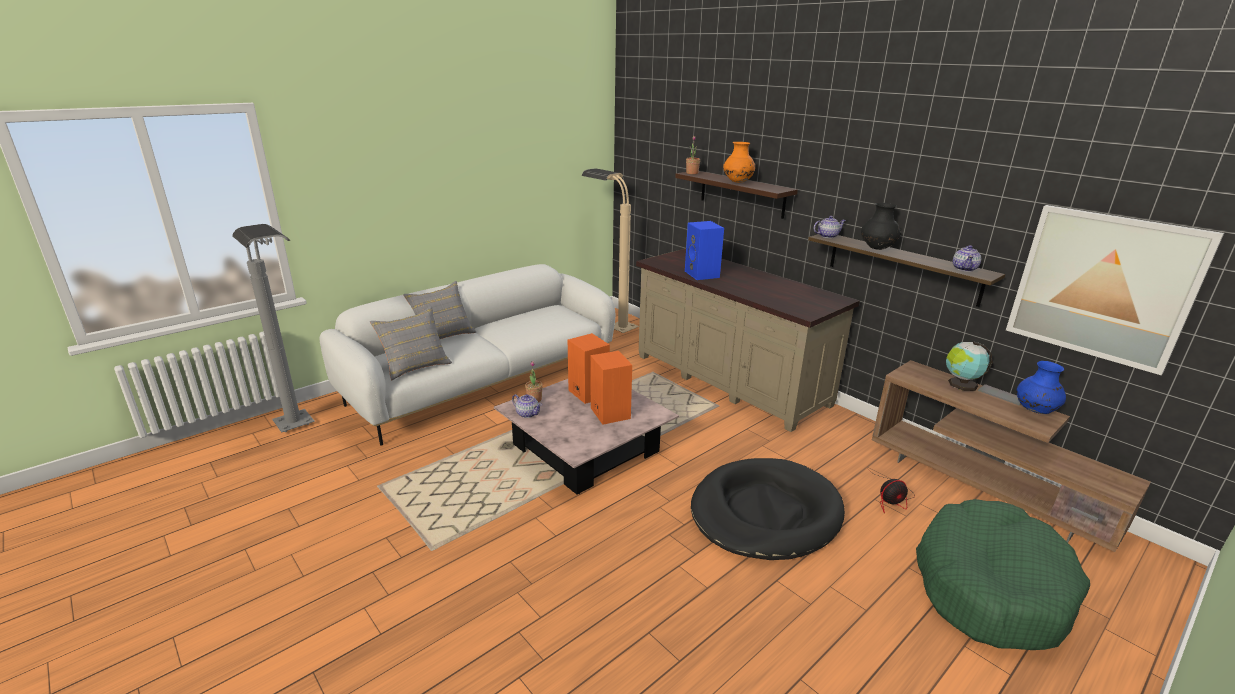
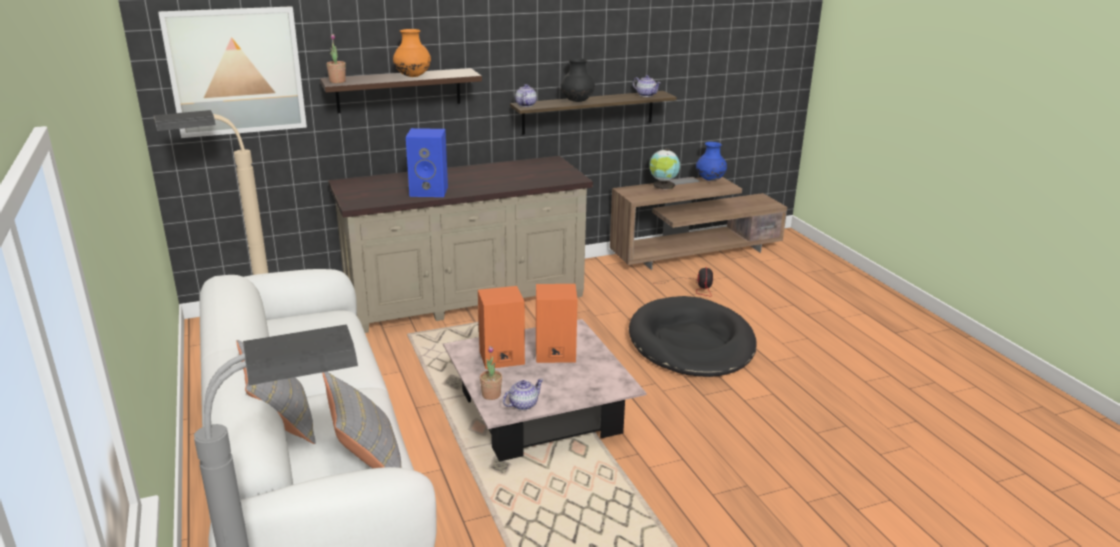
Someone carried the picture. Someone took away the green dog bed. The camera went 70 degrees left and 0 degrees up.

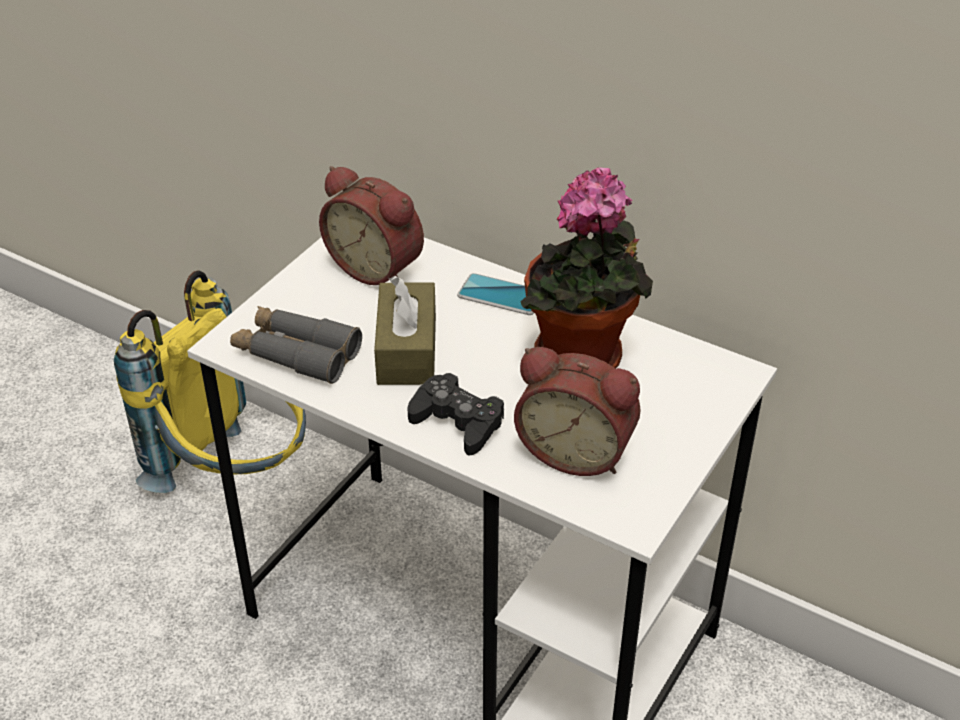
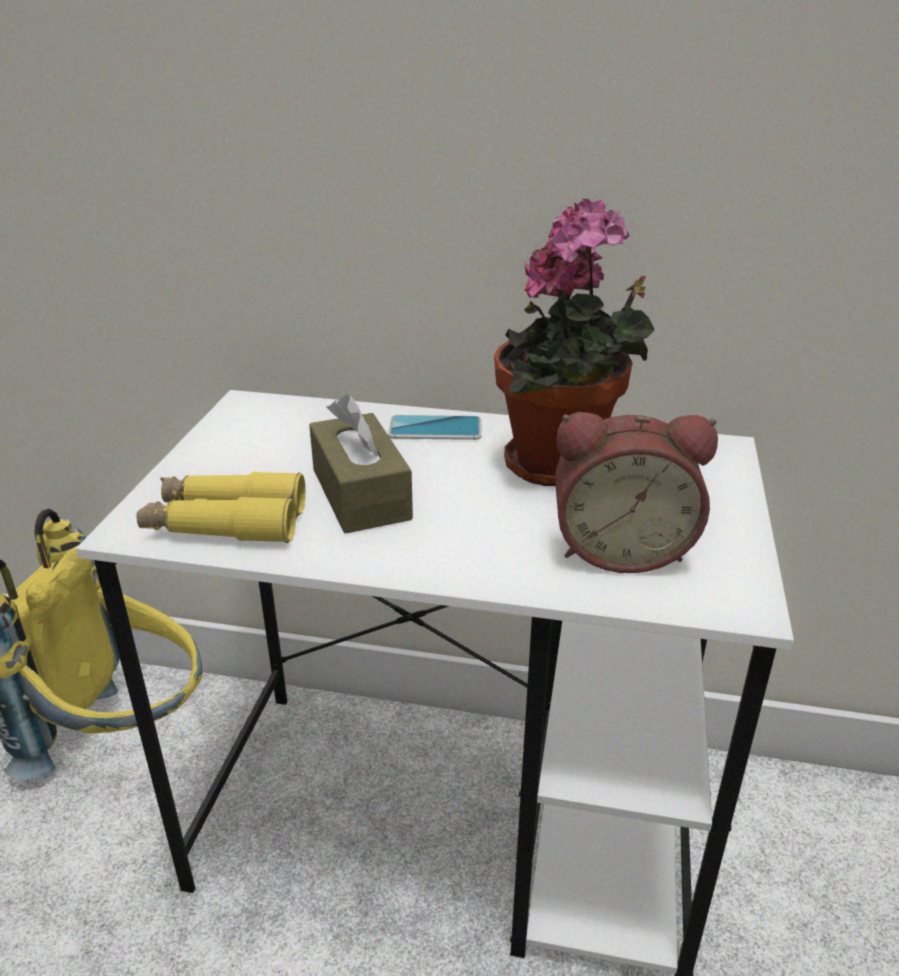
Someone took away the alarm clock (no. 1 from left). Someone repainted the grey binoculars, which became the yellow binoculars. Someone took away the black game controller. The camera went 20 degrees left and 10 degrees down.

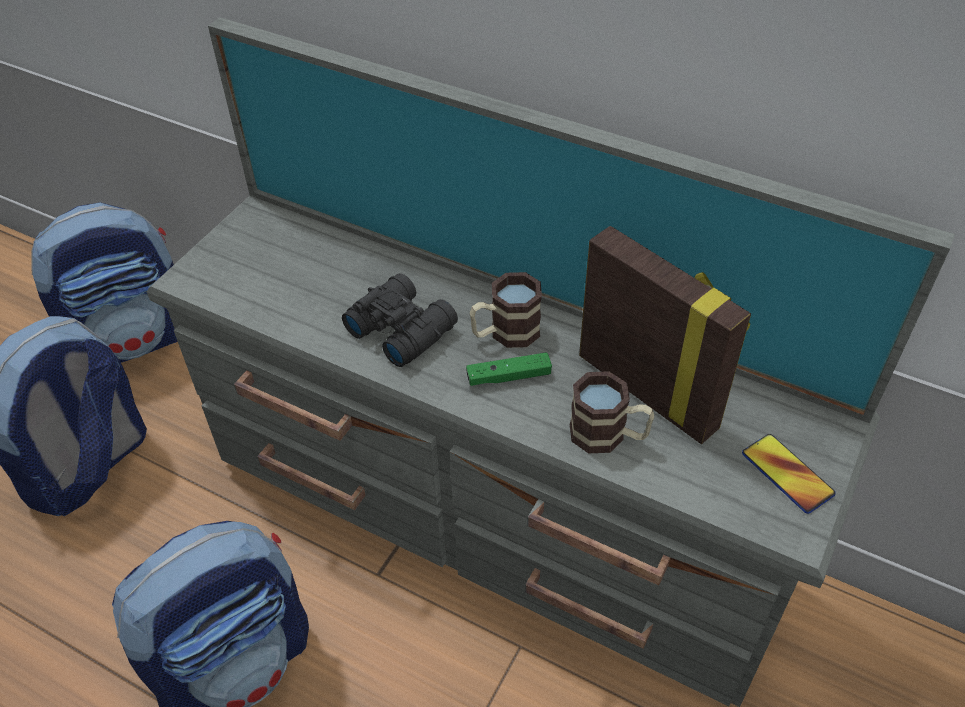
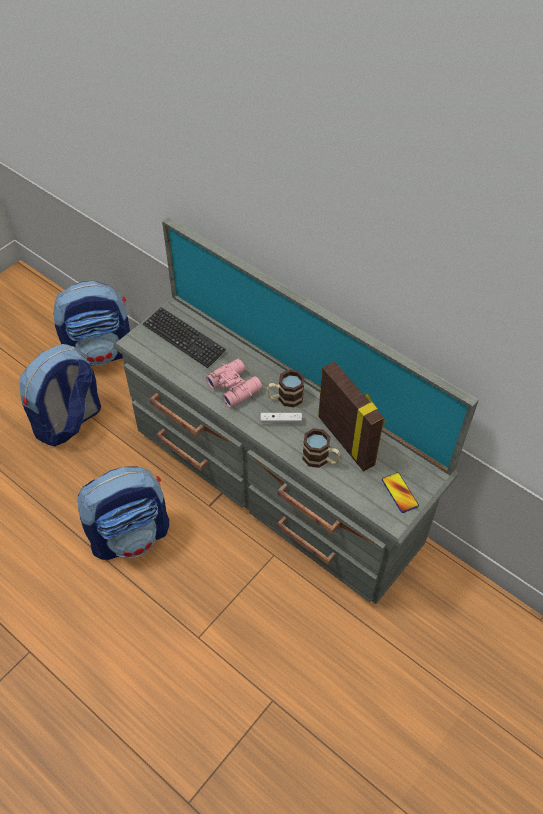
Someone repainted the black binoculars, which became the pink binoculars. Someone repainted the green game controller, which became the white game controller. Someone put down the keyboard. The camera went 10 degrees right and 5 degrees up.

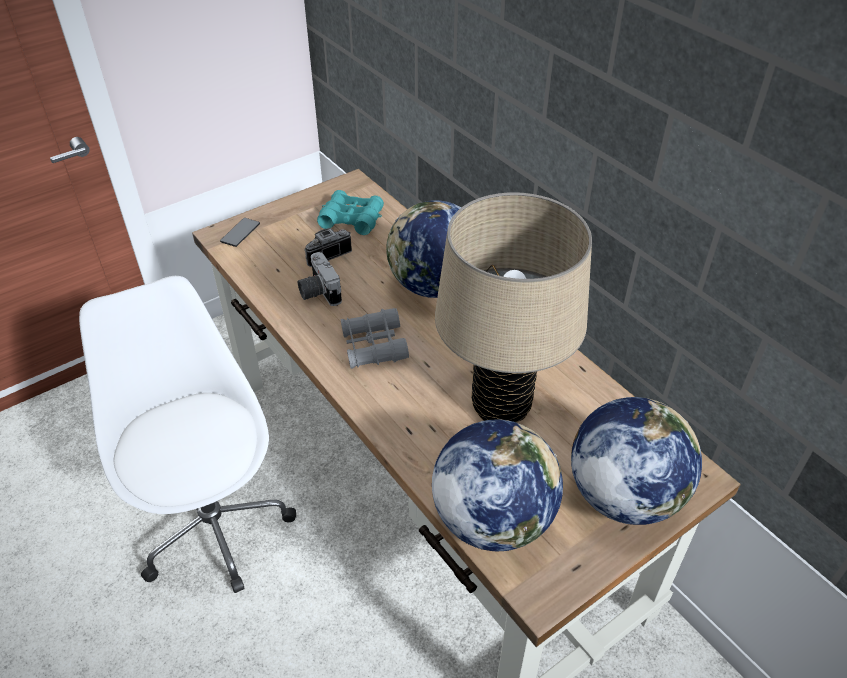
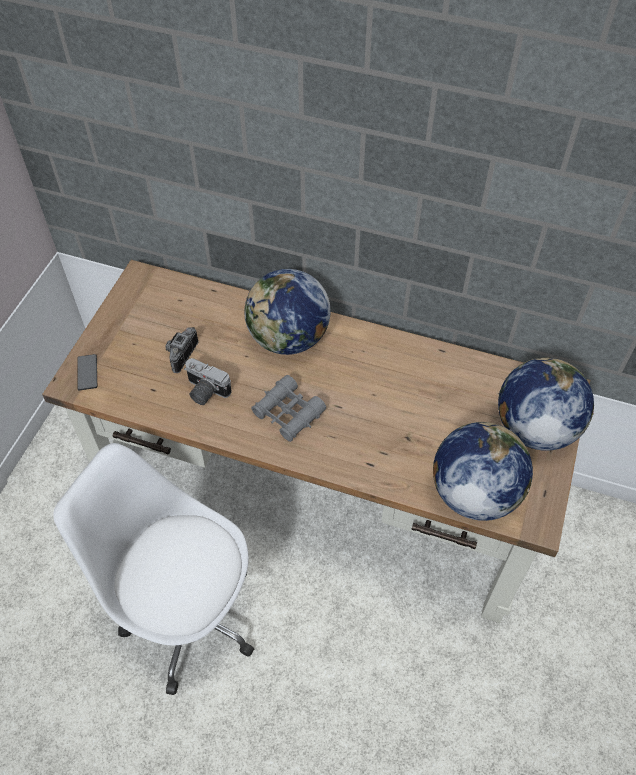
Someone took away the turquoise binoculars. Someone took away the beige table lamp. The camera went 35 degrees left and 10 degrees up.

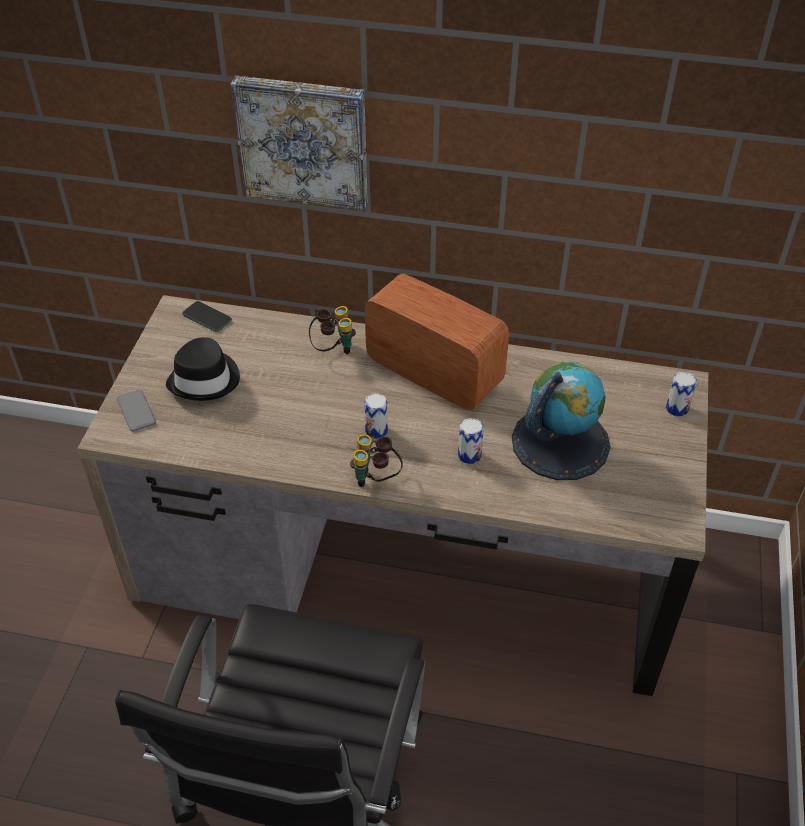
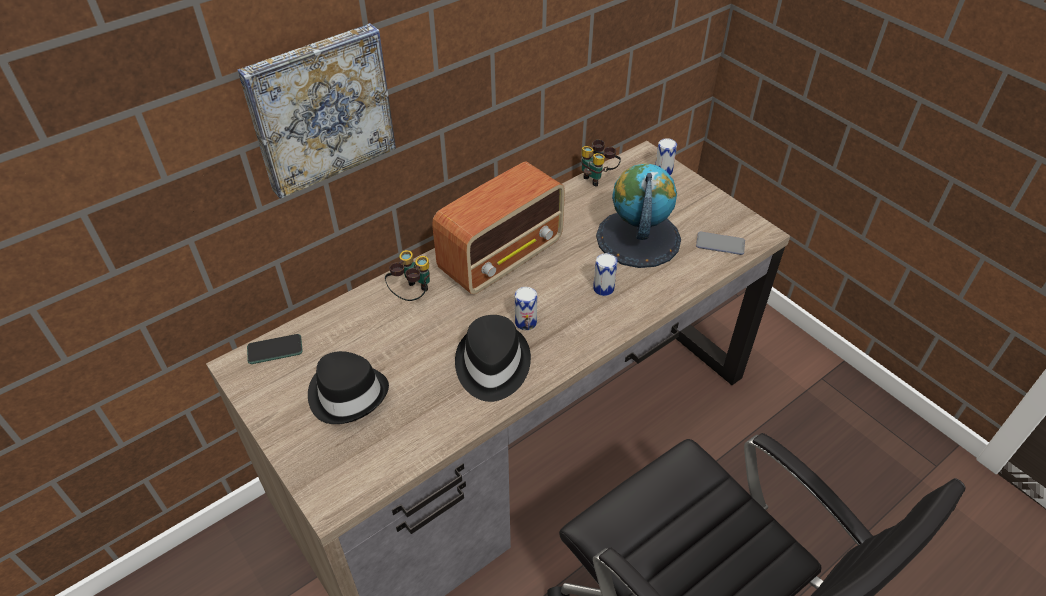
Someone rotated the radio by 150 degrees clockwise. Someone carried the phone (no. 1 from left in the first image). Someone carried the binoculars (no. 2 from left). Someone put down the black hat (no. 2 from left). The camera went 50 degrees left and 0 degrees up.

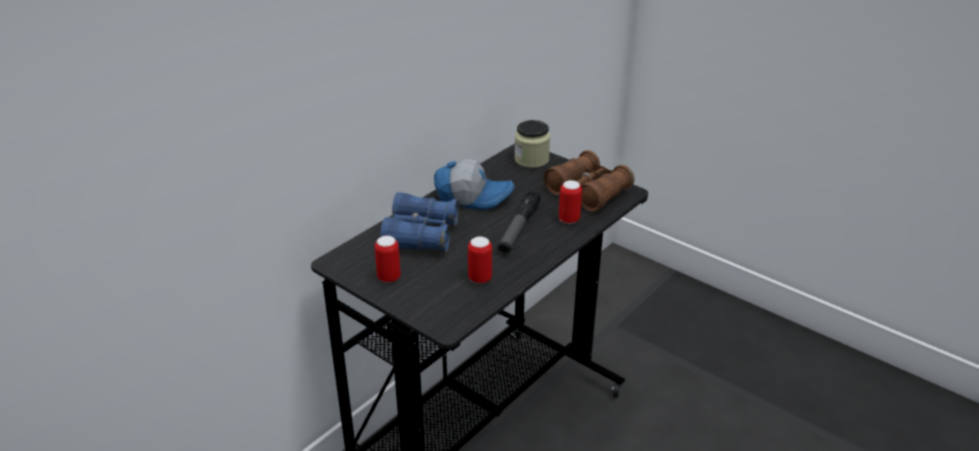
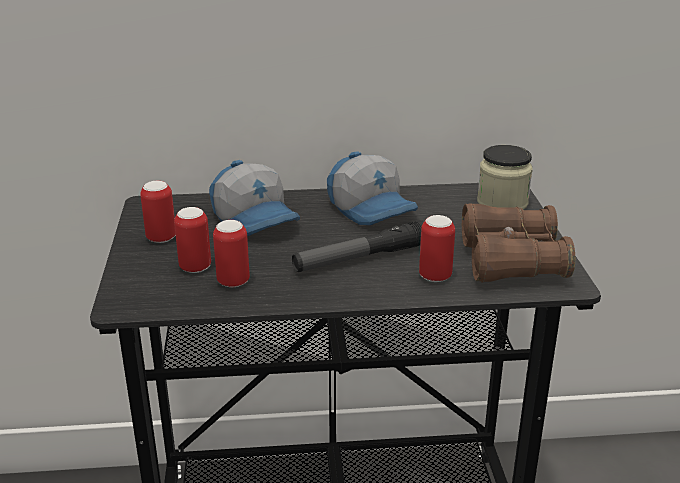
Someone swapped the blue binoculars for the cap (no. 1 from left). Someone put down the can (no. 2 from left). The camera went 45 degrees right and 5 degrees down.

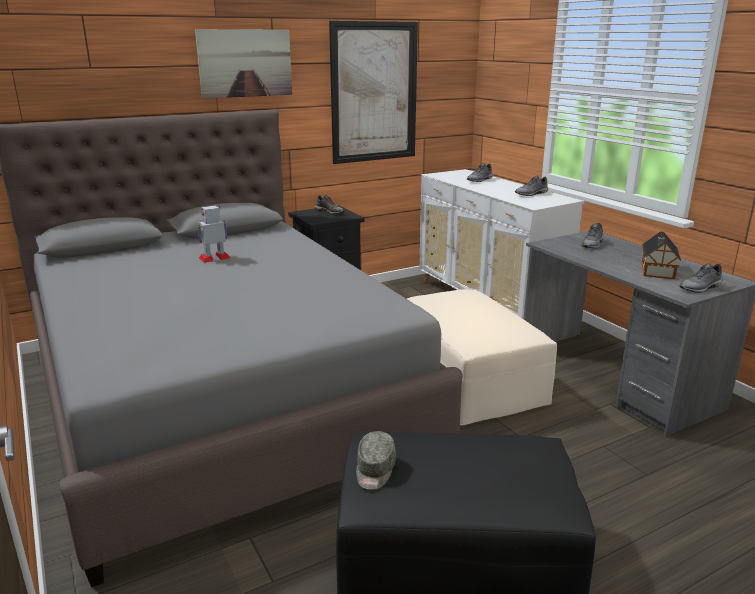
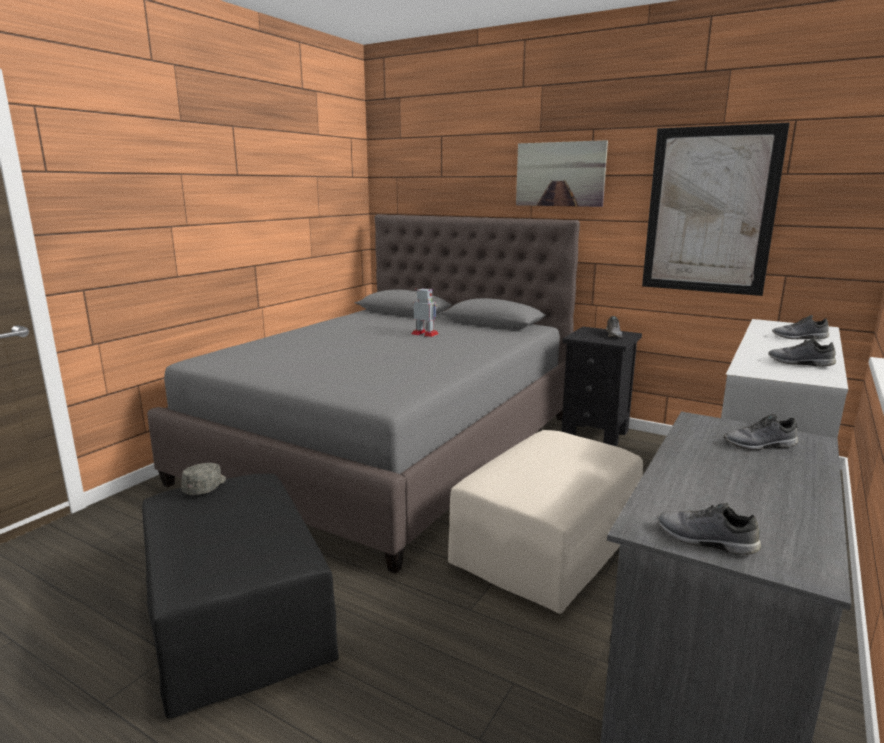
Someone took away the toy house. Someone rotated the grey cap by 120 degrees clockwise. The camera went 60 degrees right and 5 degrees down.

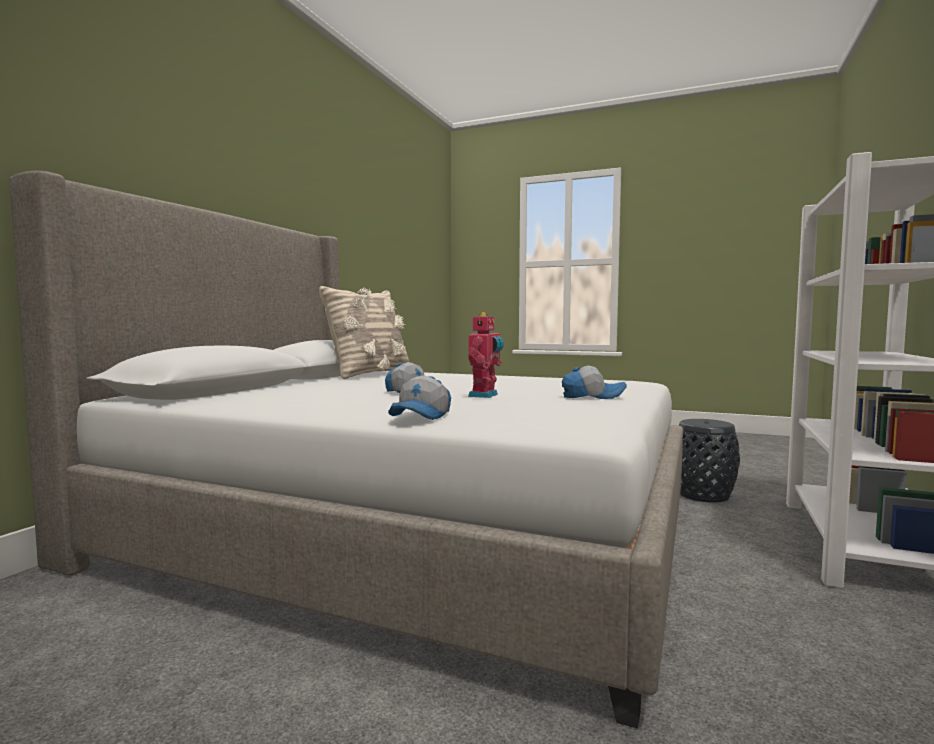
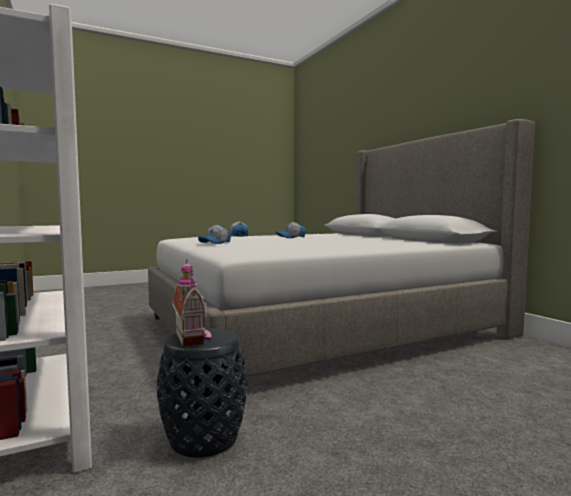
Someone took away the beige pillow. Someone took away the toy robot. Someone put down the toy house. The camera went 130 degrees right and 0 degrees up.

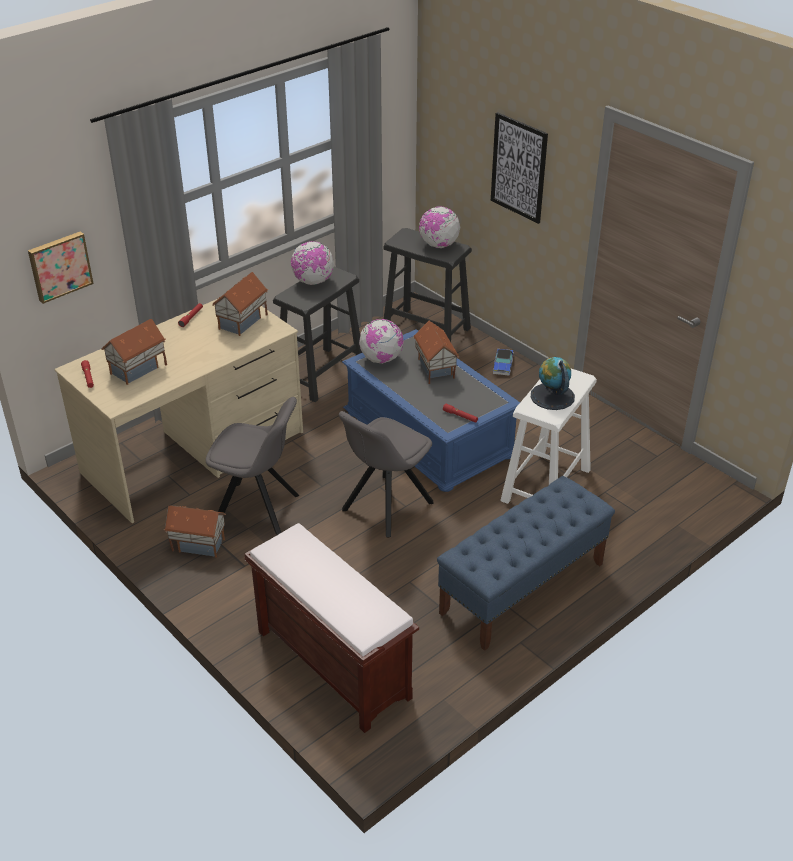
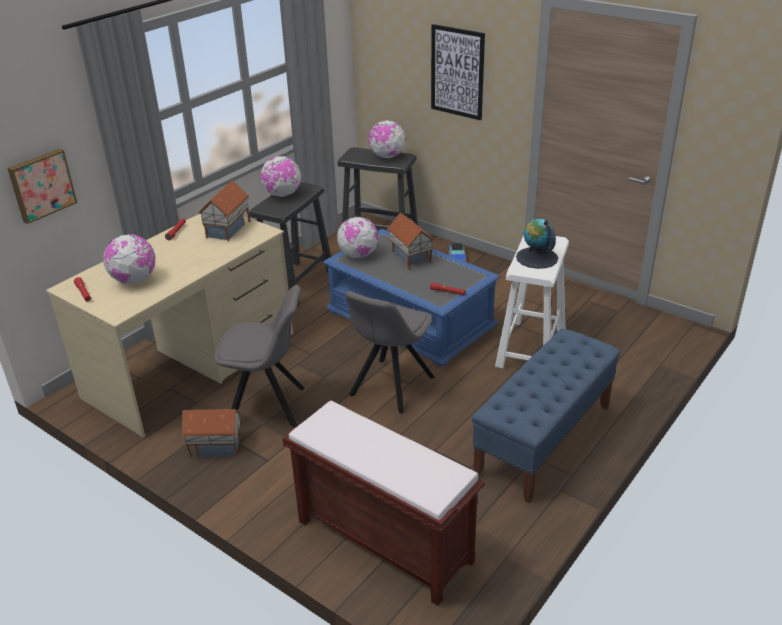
Someone swapped the toy house (no. 1 from left) for the globe (no. 1 from left). The camera went 10 degrees left and 5 degrees down.

